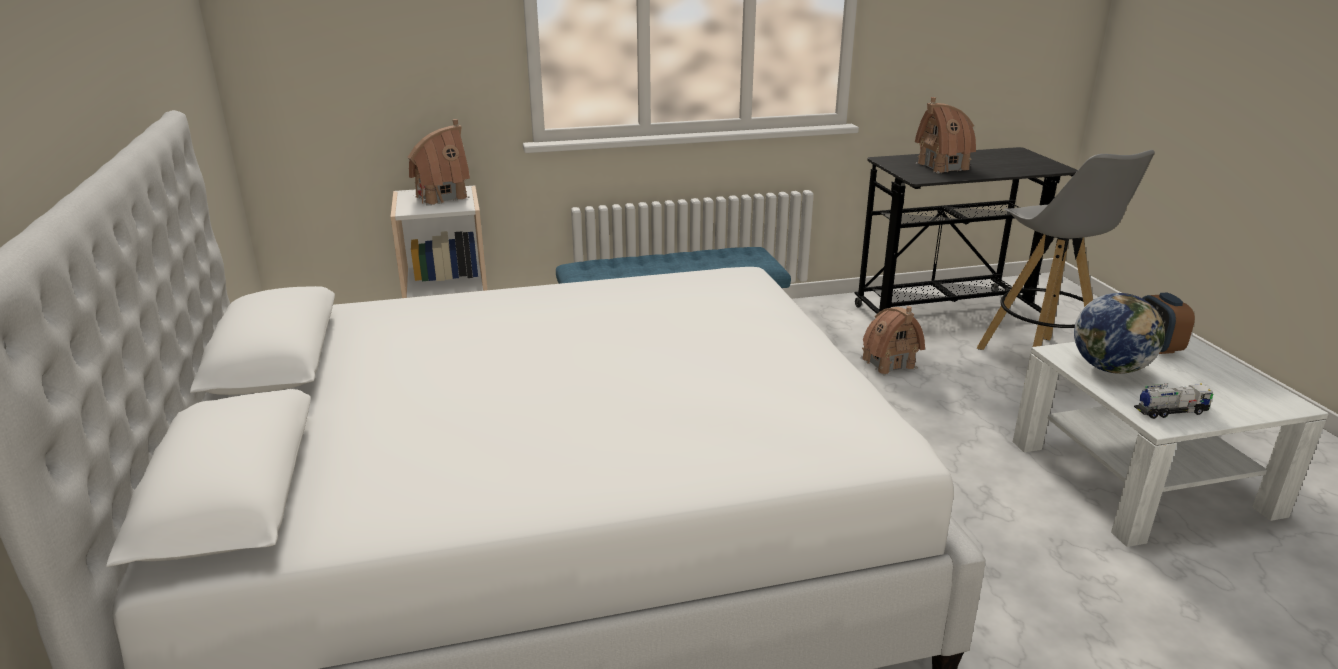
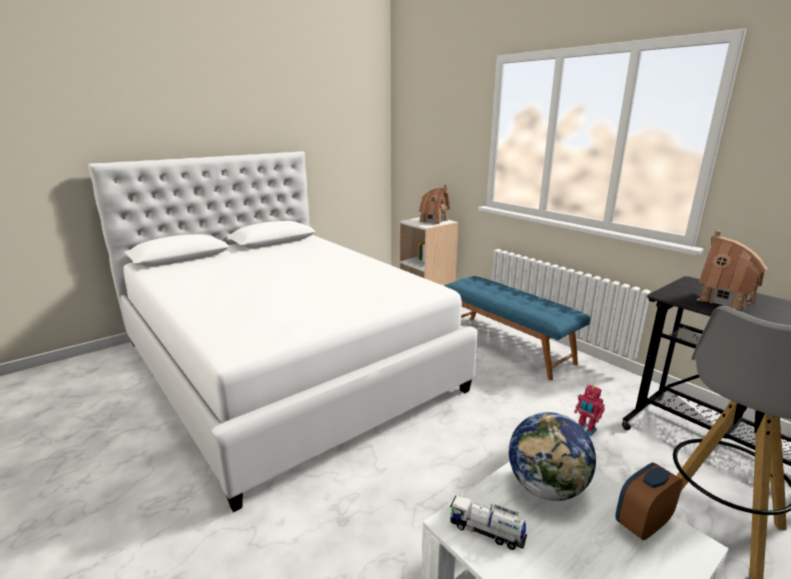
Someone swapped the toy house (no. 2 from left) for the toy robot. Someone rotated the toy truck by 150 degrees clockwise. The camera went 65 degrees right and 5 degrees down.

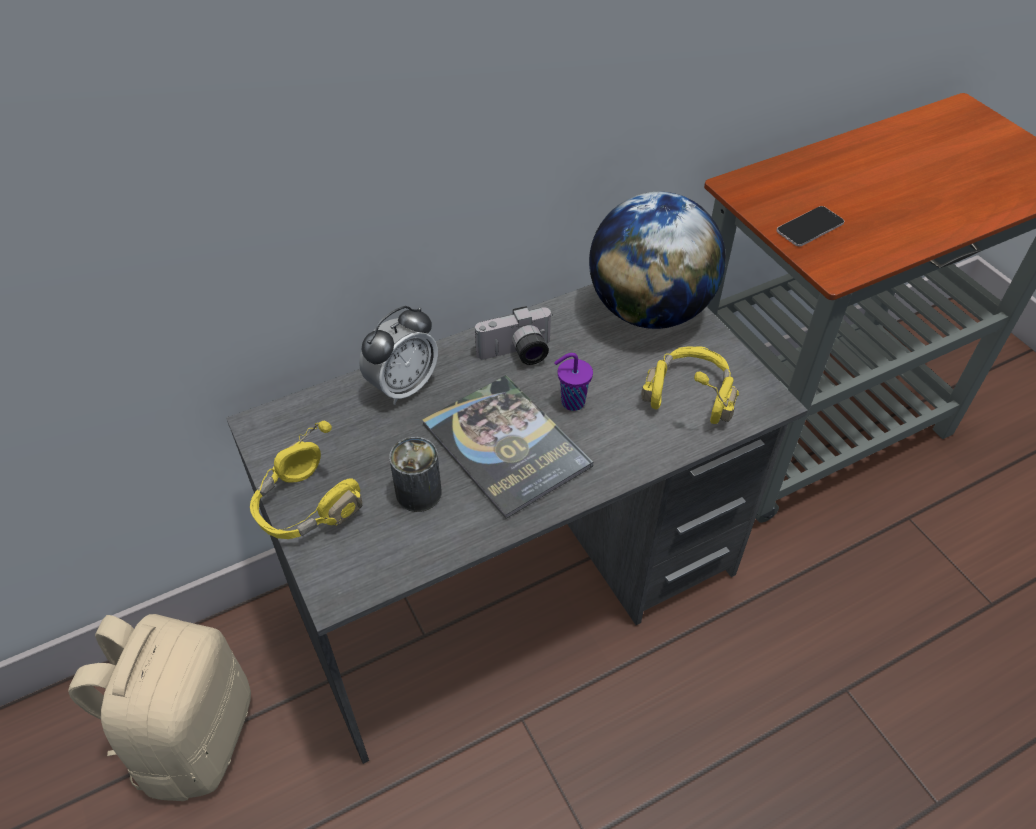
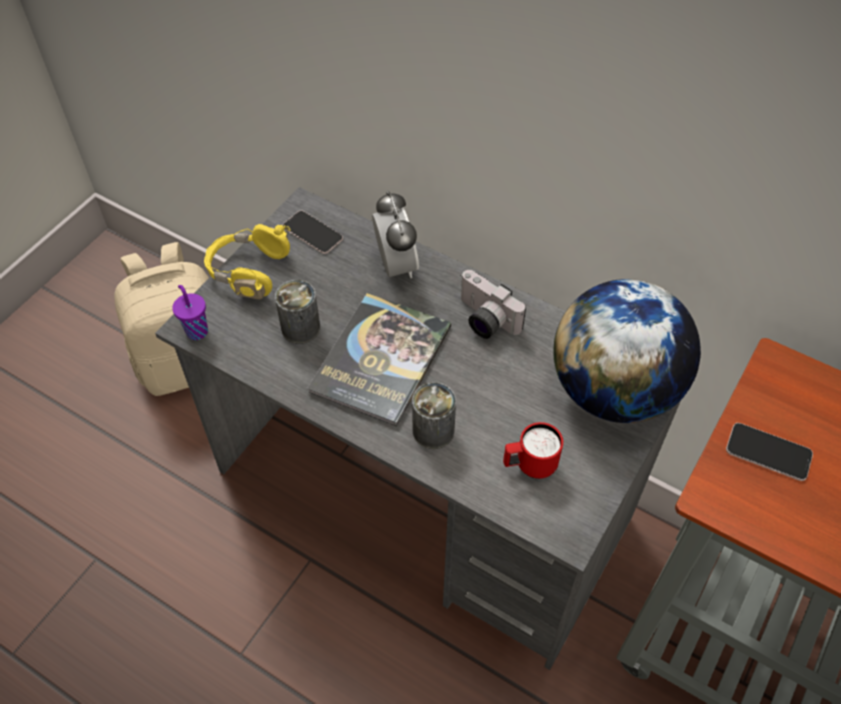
Someone rotated the alarm clock by 120 degrees counterclockwise. Someone swapped the yellow headphones (no. 2 from left) for the red mug. Someone carried the purple cup. Someone put down the phone (no. 1 from left). Someone put down the can (no. 2 from left). The camera went 60 degrees right and 5 degrees up.

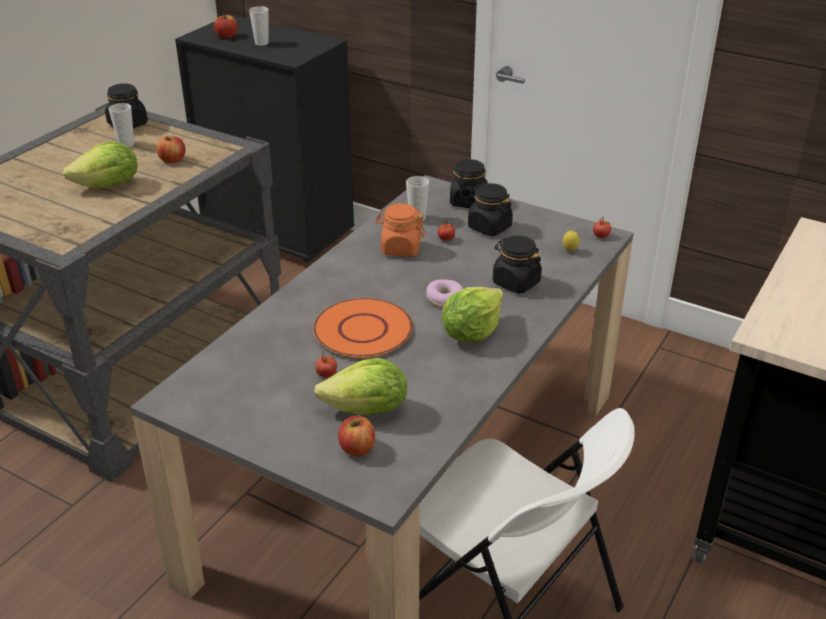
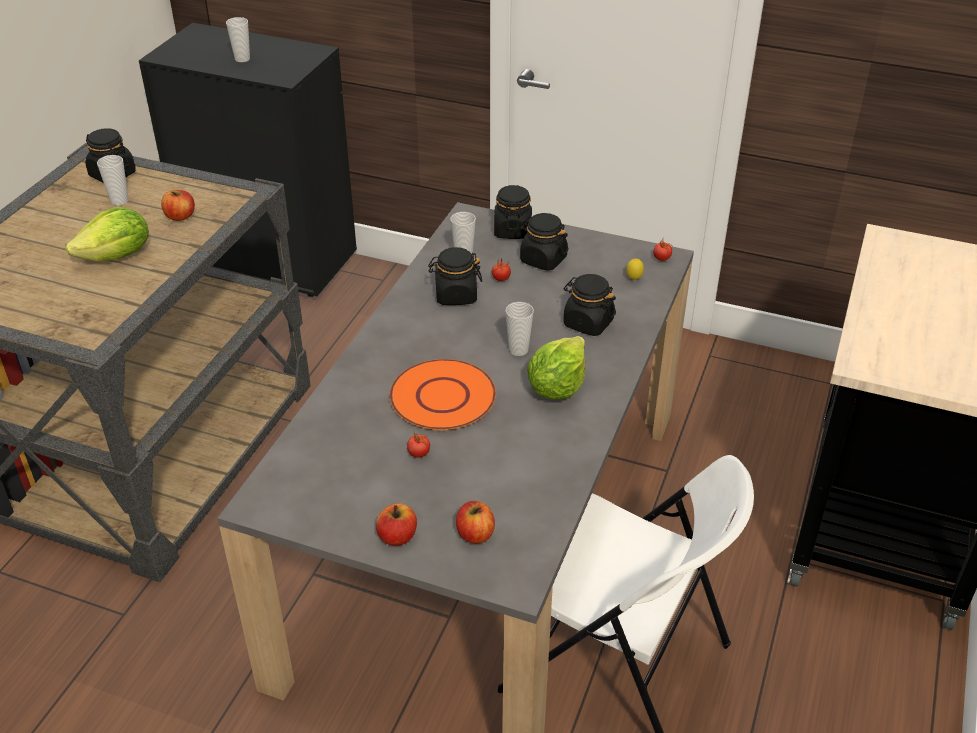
Someone carried the apple (no. 2 from left). Someone repainted the orange jar, which became the black jar (no. 2 from left). Someone swapped the donut for the cup (no. 4 from left). Someone took away the lettuce (no. 2 from left). The camera went 10 degrees left and 5 degrees up.

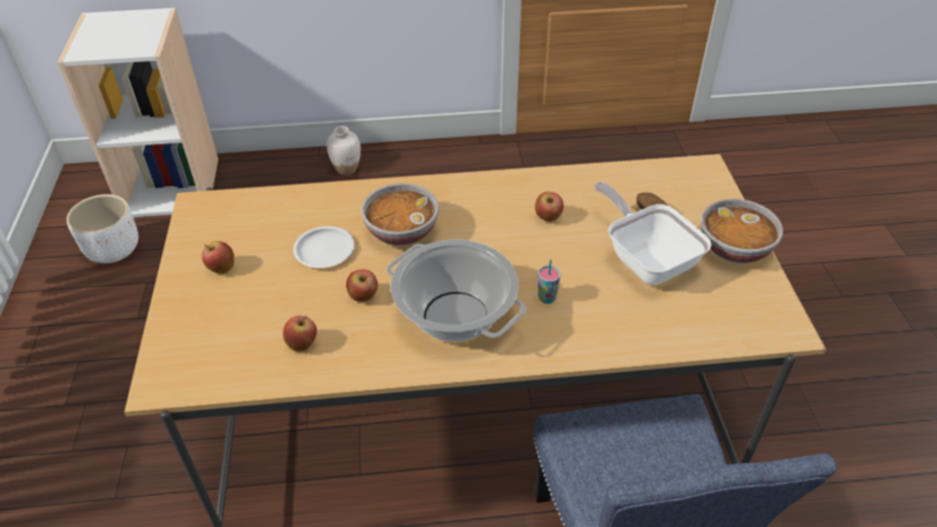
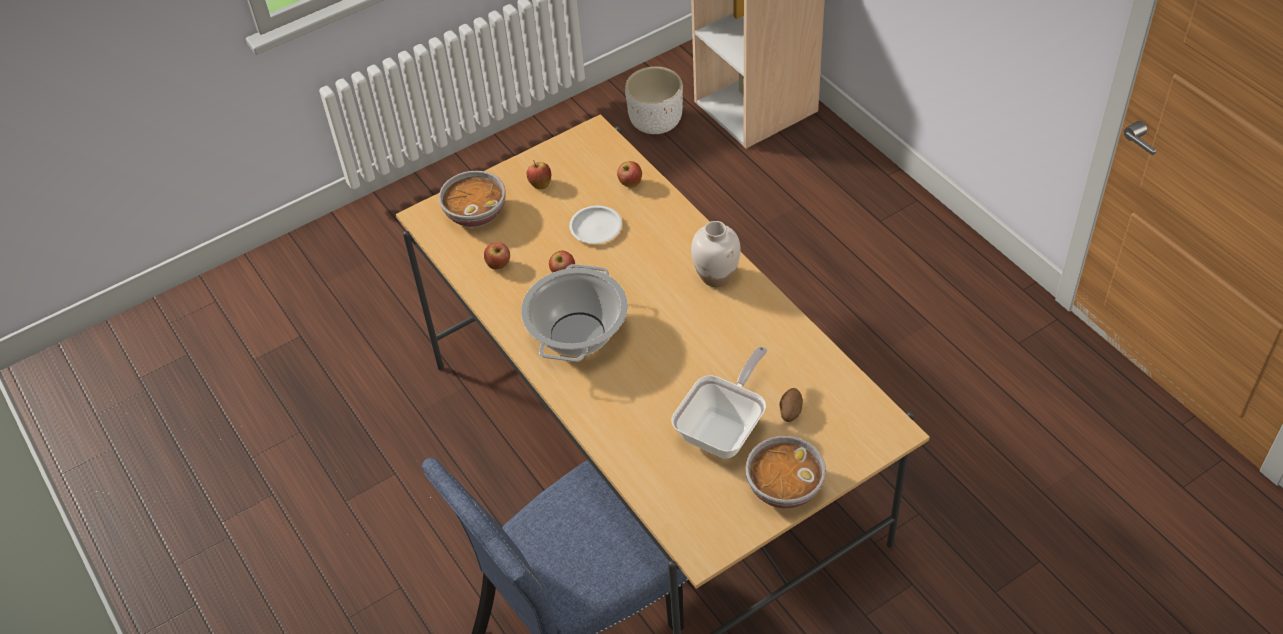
Someone carried the white vase. Someone carried the bowl (no. 1 from left). Someone carried the apple (no. 4 from left). Someone took away the cup. The camera went 65 degrees right and 5 degrees up.

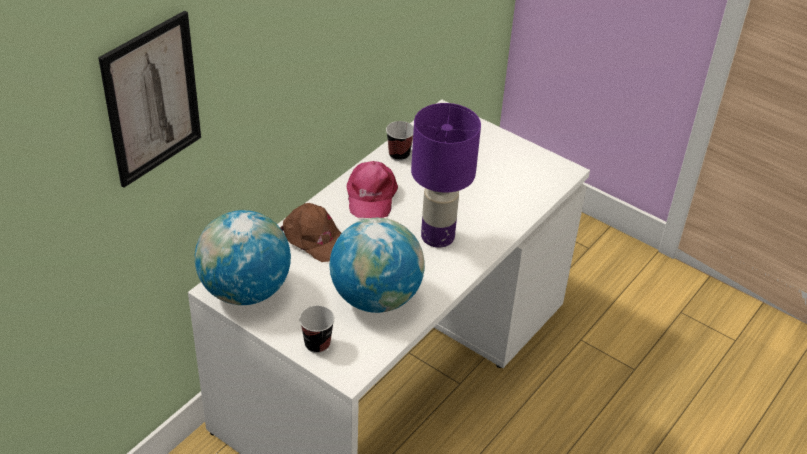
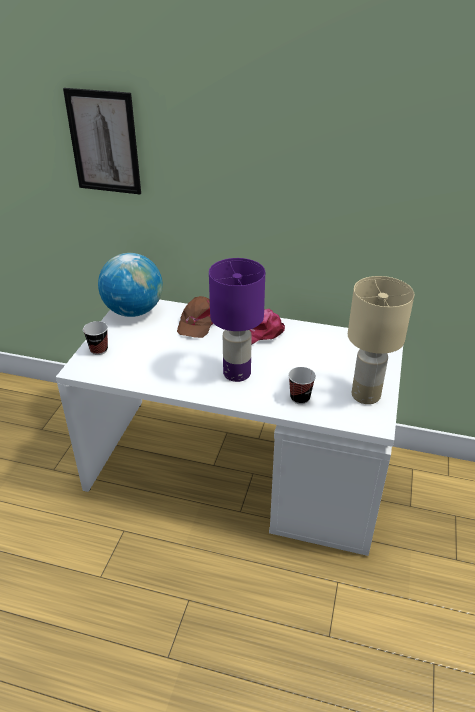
Someone carried the cup (no. 2 from left). Someone took away the globe (no. 2 from left). Someone put down the beige table lamp. The camera went 70 degrees right and 5 degrees down.

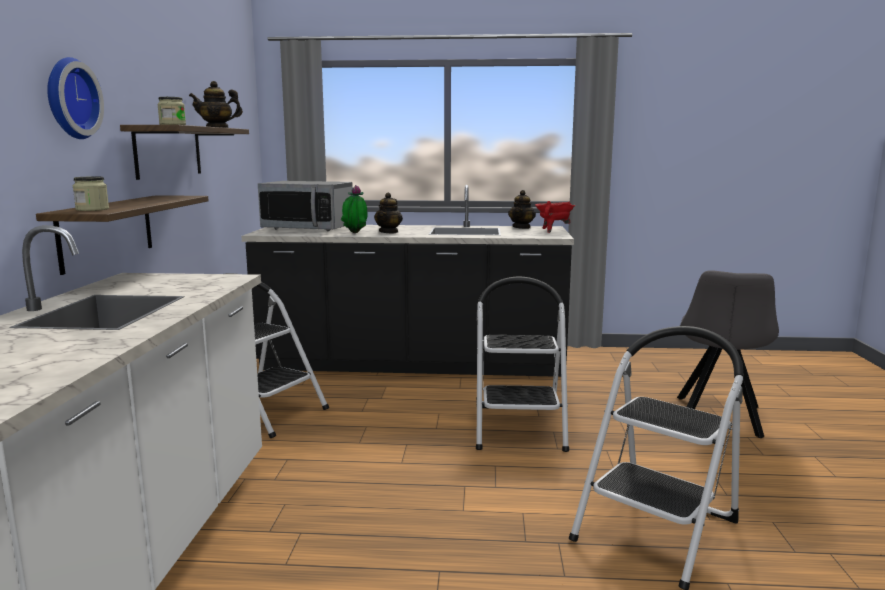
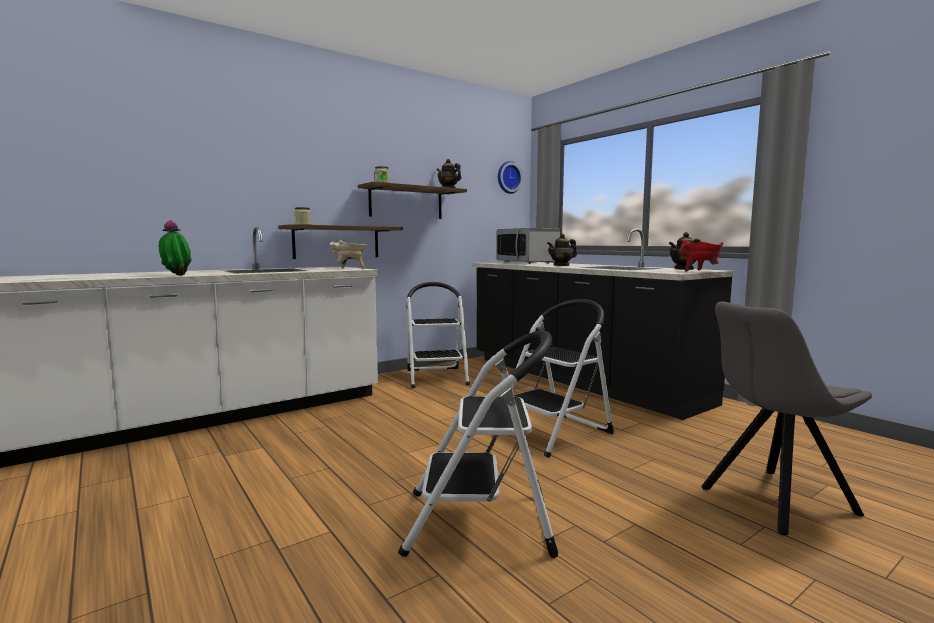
Someone carried the wall clock. Someone carried the potted plant. Someone put down the beige cooking pot. The camera went 50 degrees right and 5 degrees down.

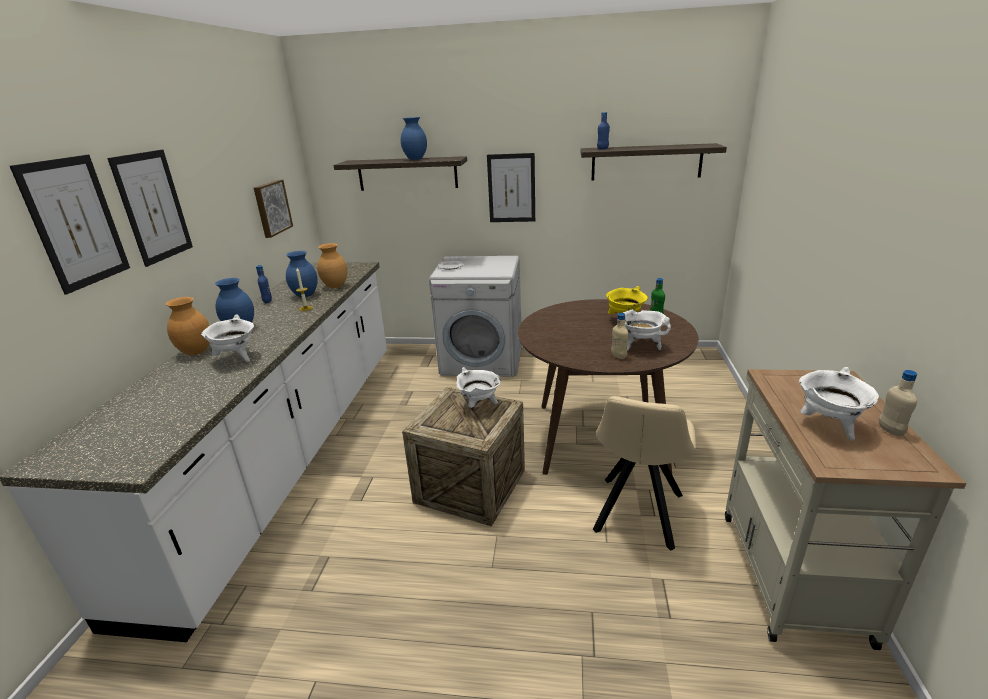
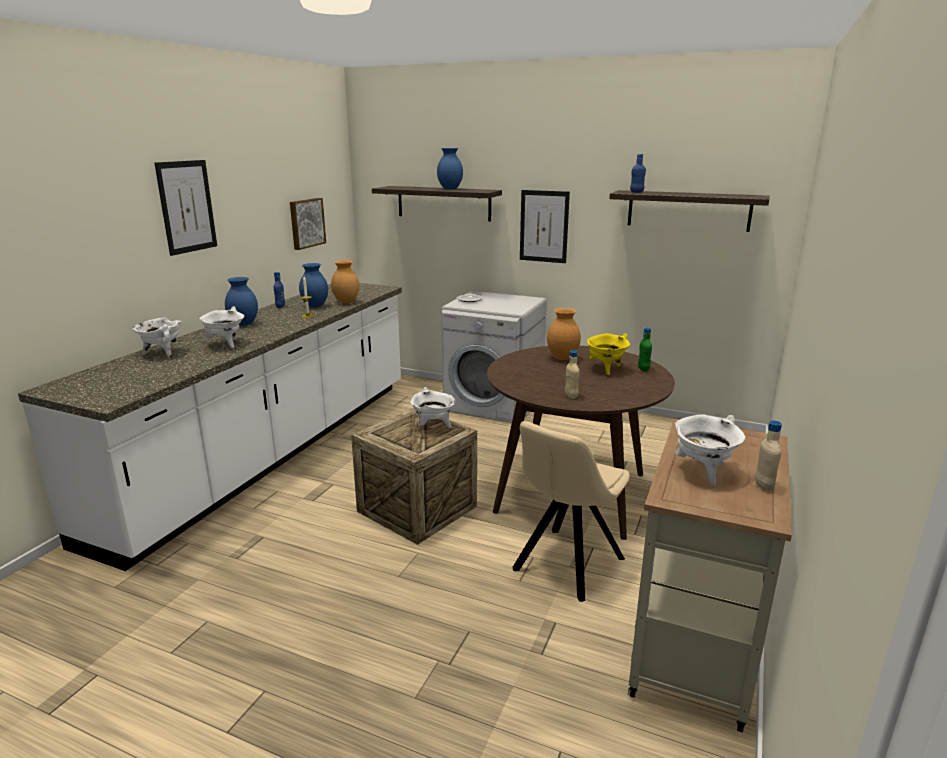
Someone took away the picture (no. 1 from left). Someone carried the brown vase (no. 1 from left in the first image). Someone carried the white cooking pot (no. 3 from left in the first image). The camera went 15 degrees right and 5 degrees down.

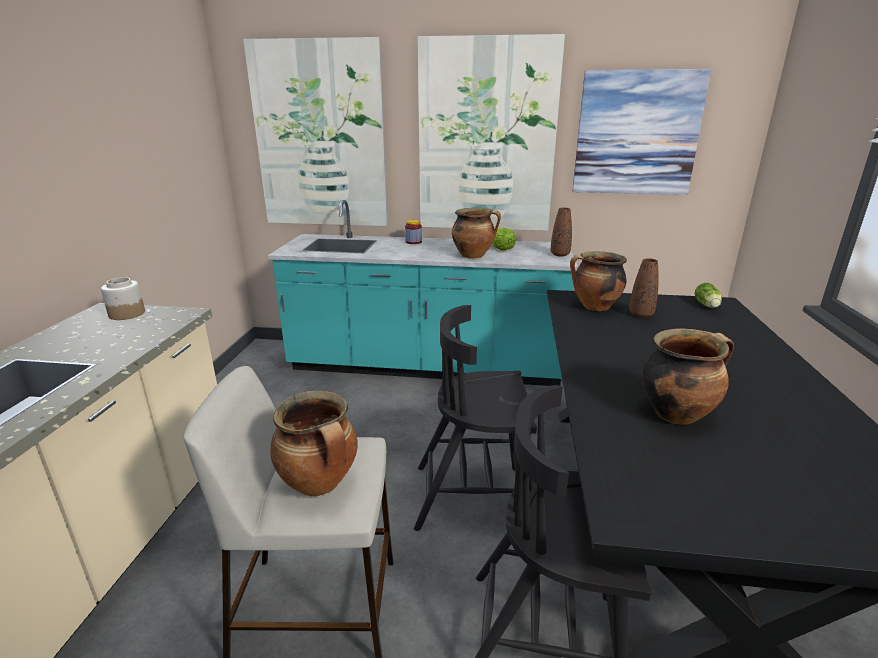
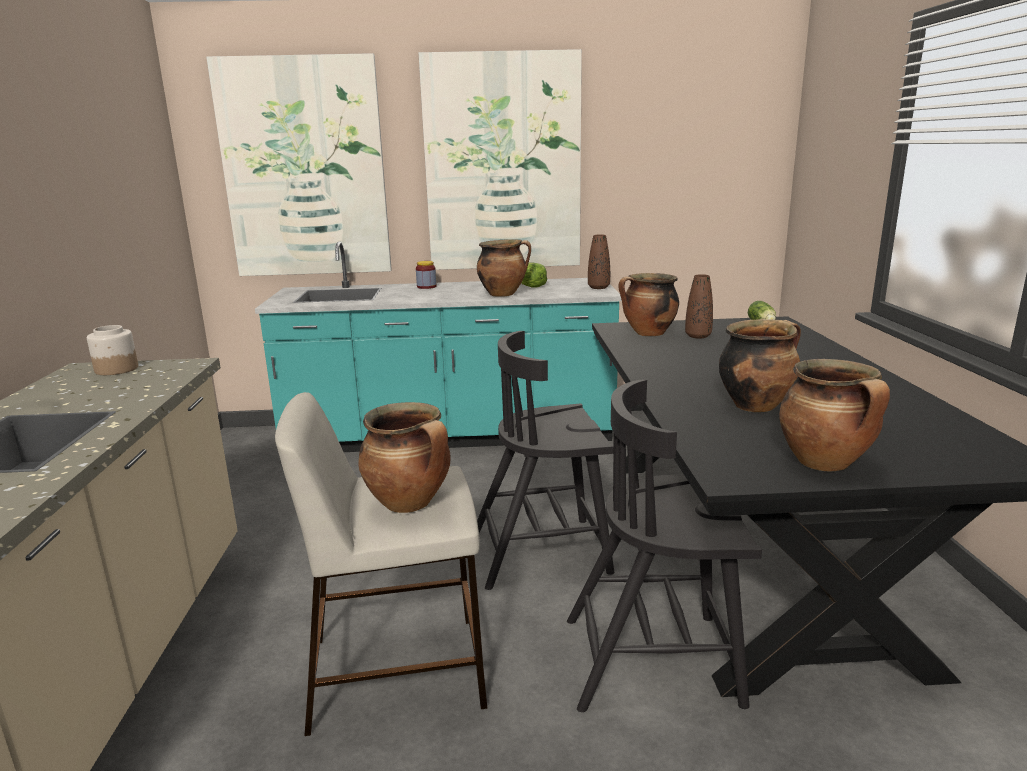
Someone took away the picture (no. 3 from left). Someone put down the cooking pot (no. 5 from left). The camera went 10 degrees left and 5 degrees down.

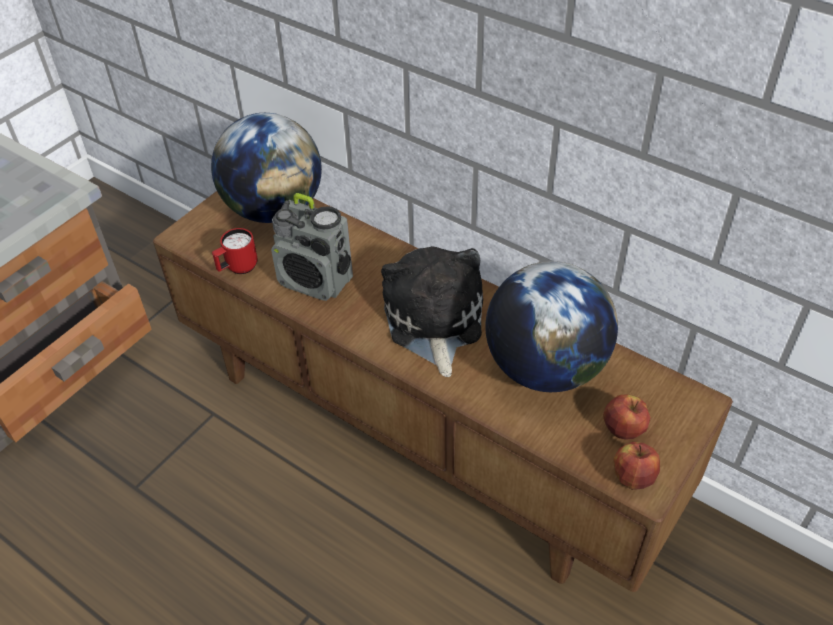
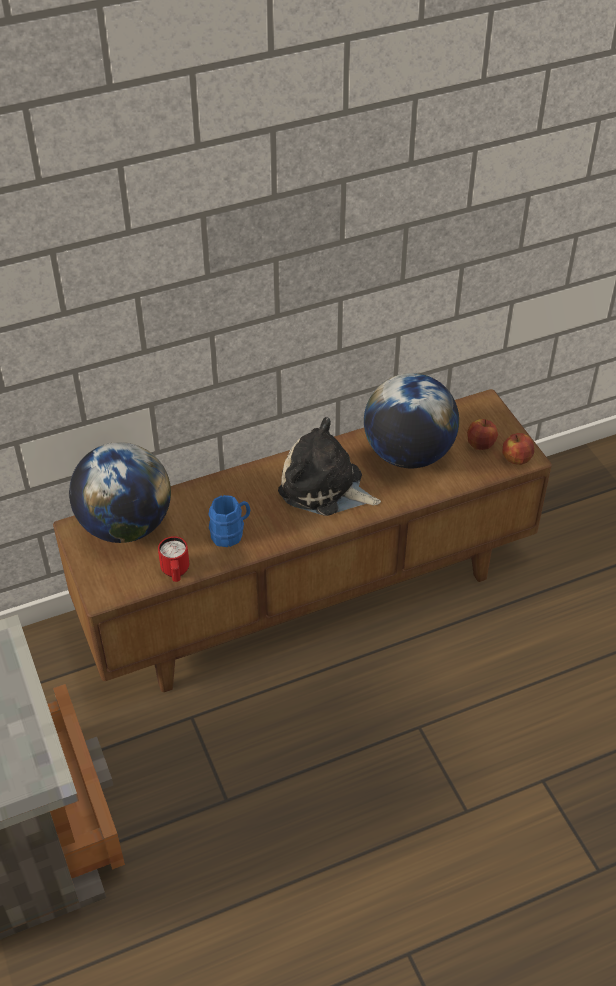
Someone swapped the radio for the blue mug. The camera went 60 degrees left and 0 degrees up.

